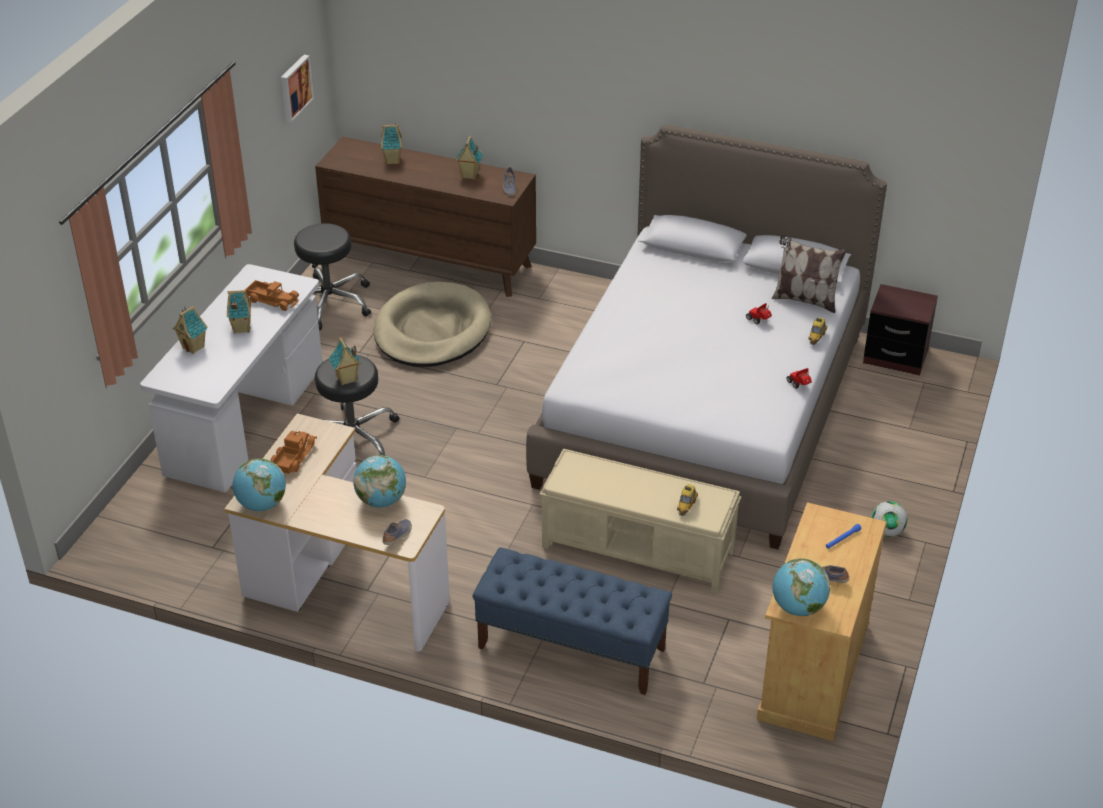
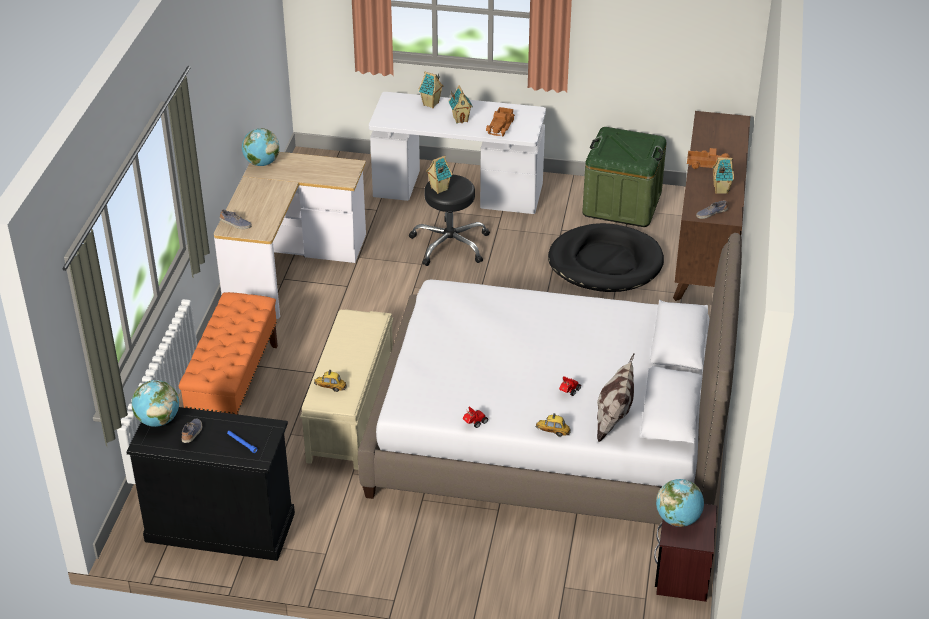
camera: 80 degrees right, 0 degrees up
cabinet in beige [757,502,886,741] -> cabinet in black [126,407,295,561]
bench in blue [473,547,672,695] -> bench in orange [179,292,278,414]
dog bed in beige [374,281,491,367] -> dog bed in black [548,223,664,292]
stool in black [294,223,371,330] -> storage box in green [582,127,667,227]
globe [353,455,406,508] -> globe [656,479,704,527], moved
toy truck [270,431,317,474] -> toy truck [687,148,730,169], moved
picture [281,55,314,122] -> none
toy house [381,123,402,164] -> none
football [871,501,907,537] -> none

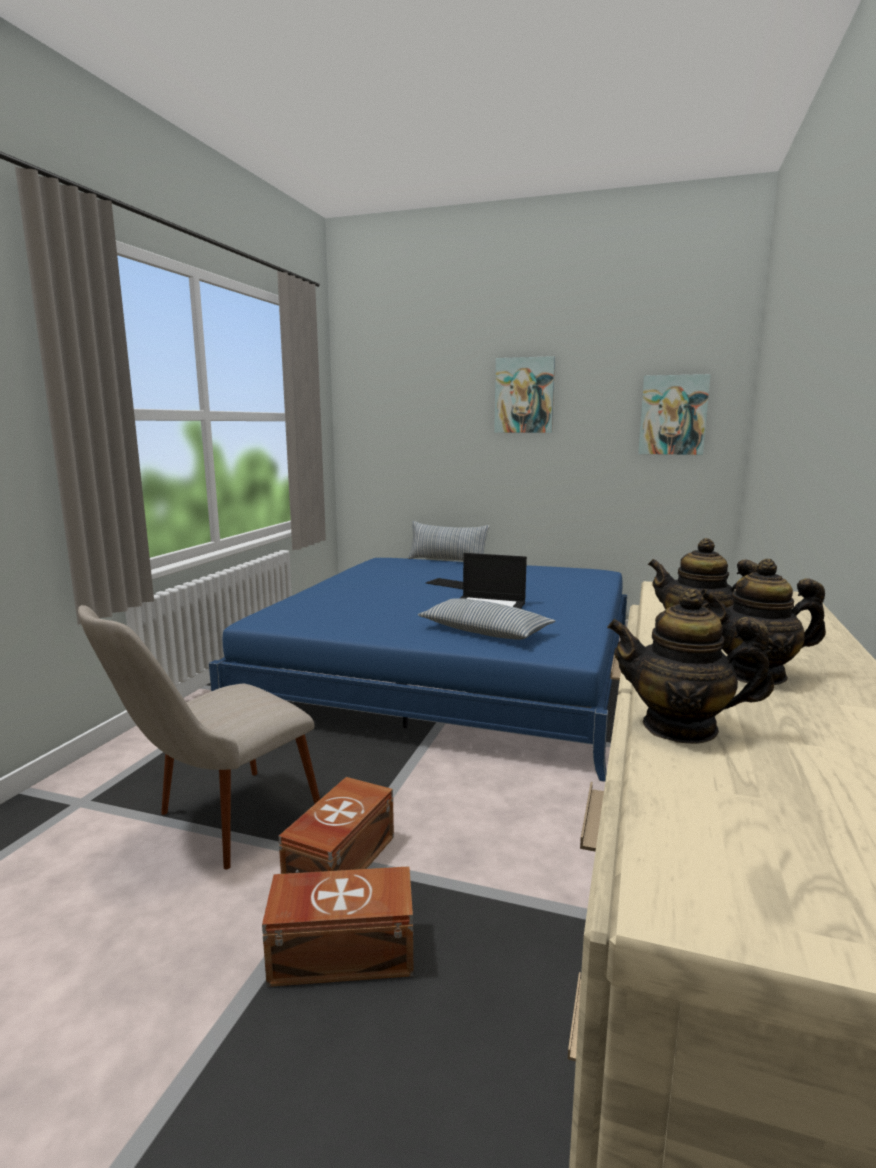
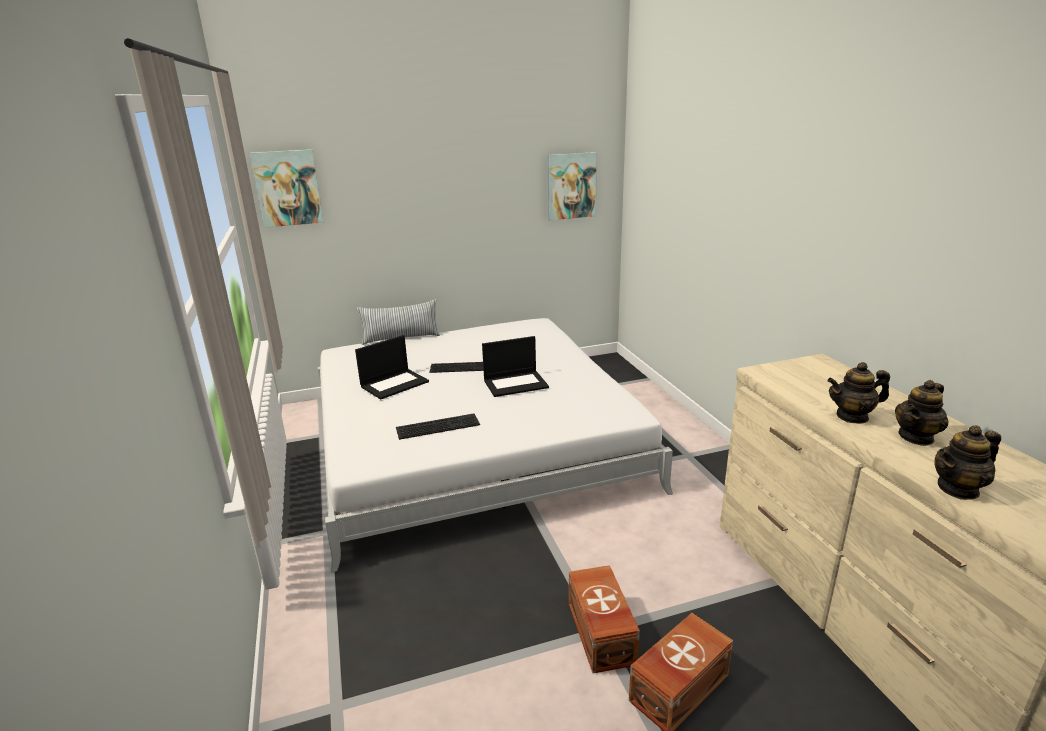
camera: 35 degrees left, 10 degrees up
picture [494,356,555,433] -> picture [250,149,324,227], moved
bed in blue [209,558,627,782] -> bed in white [318,318,673,572]
none -> laptop [355,335,429,400]
none -> keyboard [396,414,480,440]
chair in beige [78,605,320,869] -> none
pillow [418,598,555,640] -> none

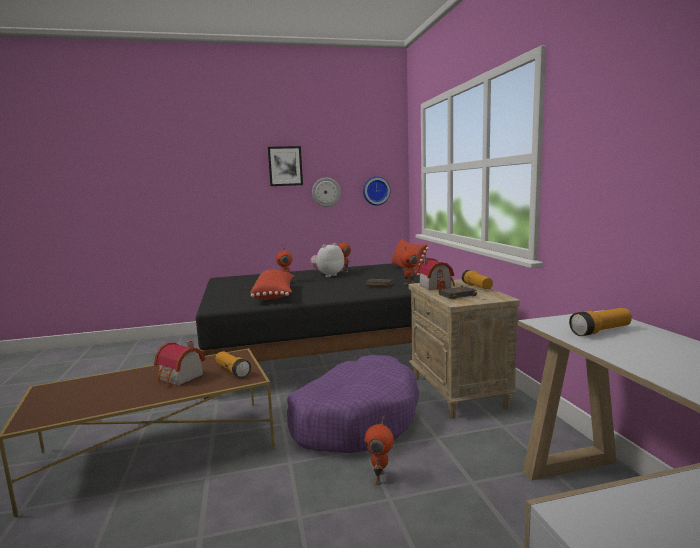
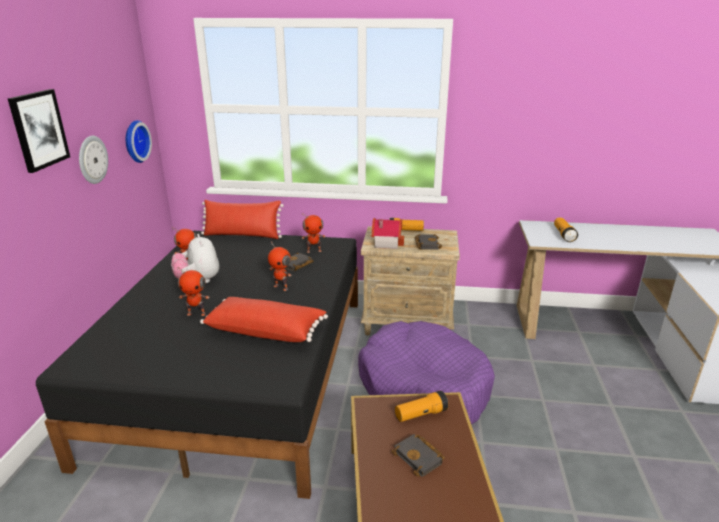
camera: 70 degrees left, 15 degrees up
toy robot [365,415,394,485] -> toy robot [268,242,292,291], moved
toy house [154,340,206,387] -> book in black [391,434,445,477]

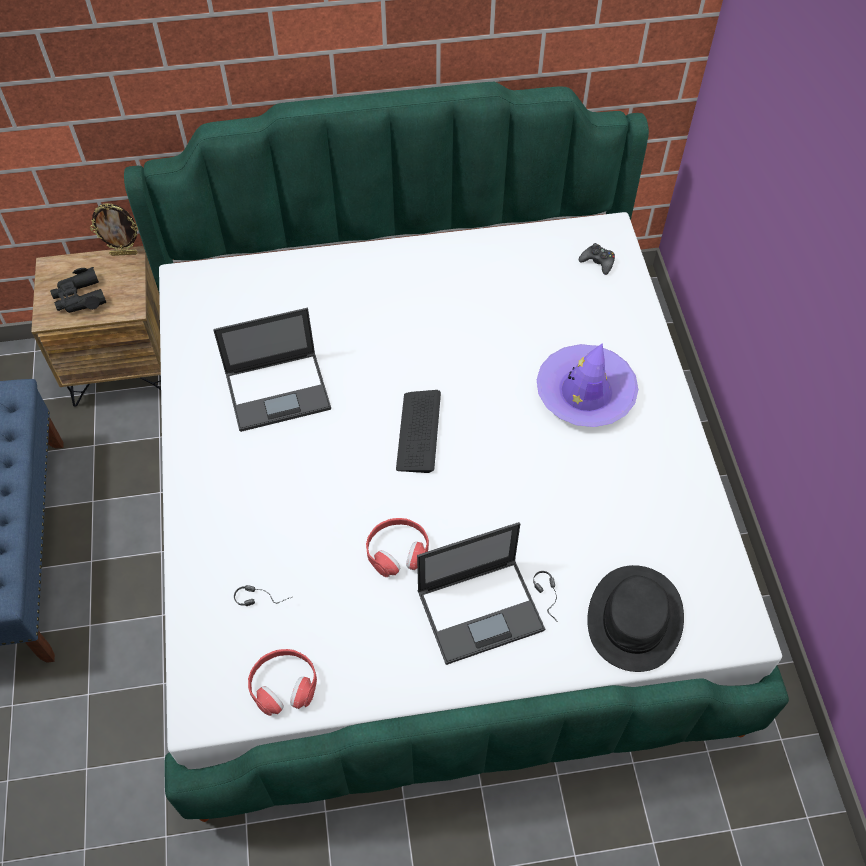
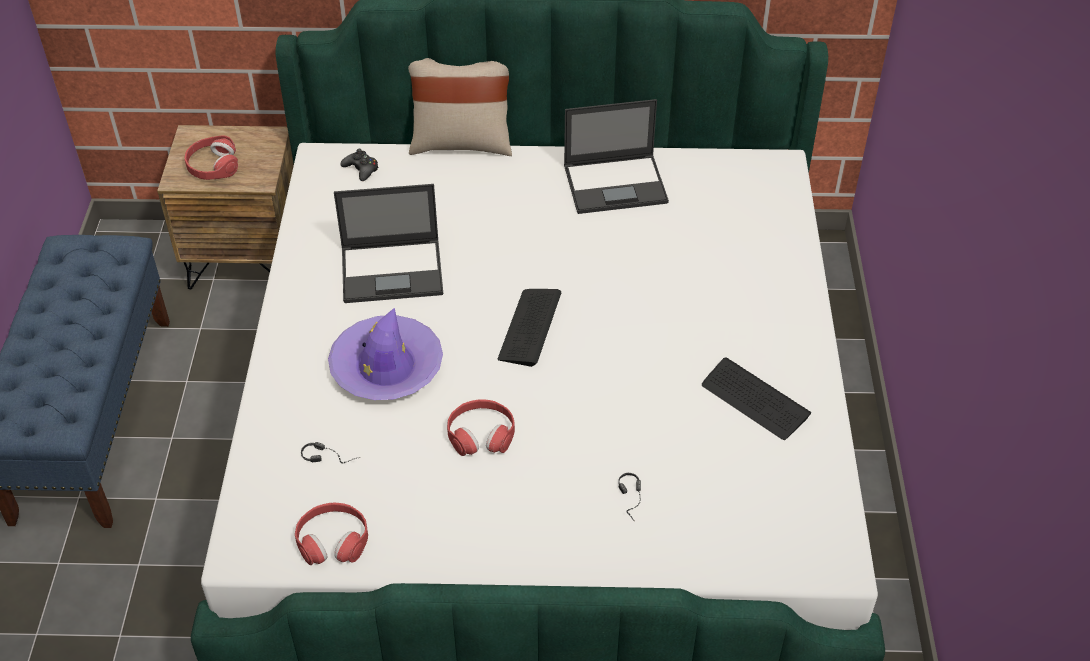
camera: 10 degrees right, 10 degrees down
binoculars in black [50,267,107,313] -> headphones in red [184,136,238,180]
hat in purple [537,344,638,427] -> hat in purple [328,308,443,400], moved
game controller in black [579,243,615,275] -> game controller in black [341,149,378,181], moved
none -> pillow in beige [408,58,512,156]
laptop [417,522,545,665] -> laptop [564,99,669,214], moved
none -> keyboard [702,357,811,440]
picture frame [90,203,138,256] -> none
hat in black [587,565,684,672] -> none

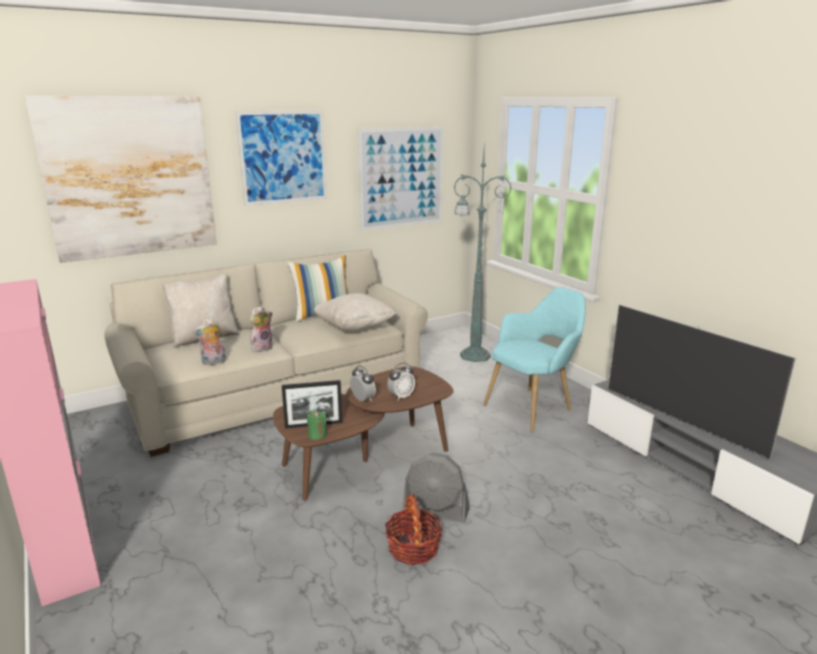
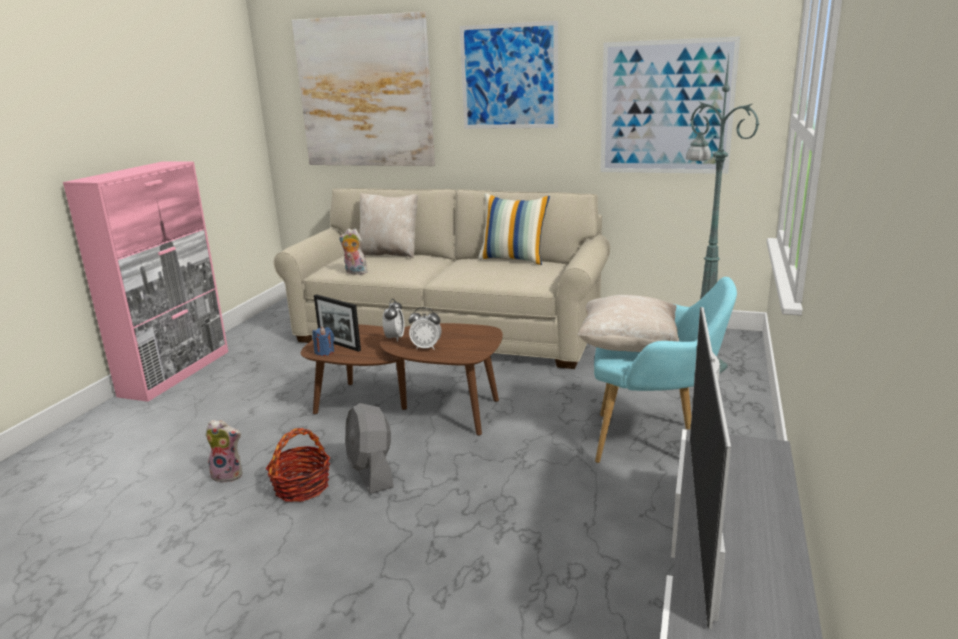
camera: 50 degrees right, 0 degrees up
plush toy [250,306,273,353] -> plush toy [206,420,242,483], moved
candle in green [307,411,327,440] -> candle in blue [312,327,334,356]
pillow in beige [313,293,397,331] -> pillow in beige [577,295,679,352], moved

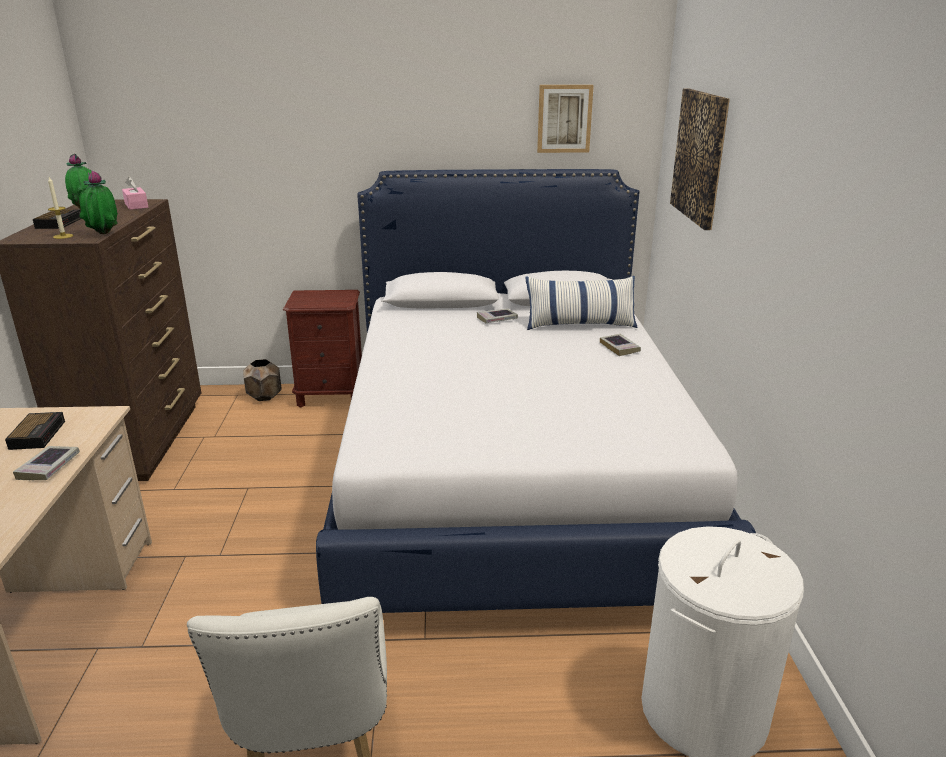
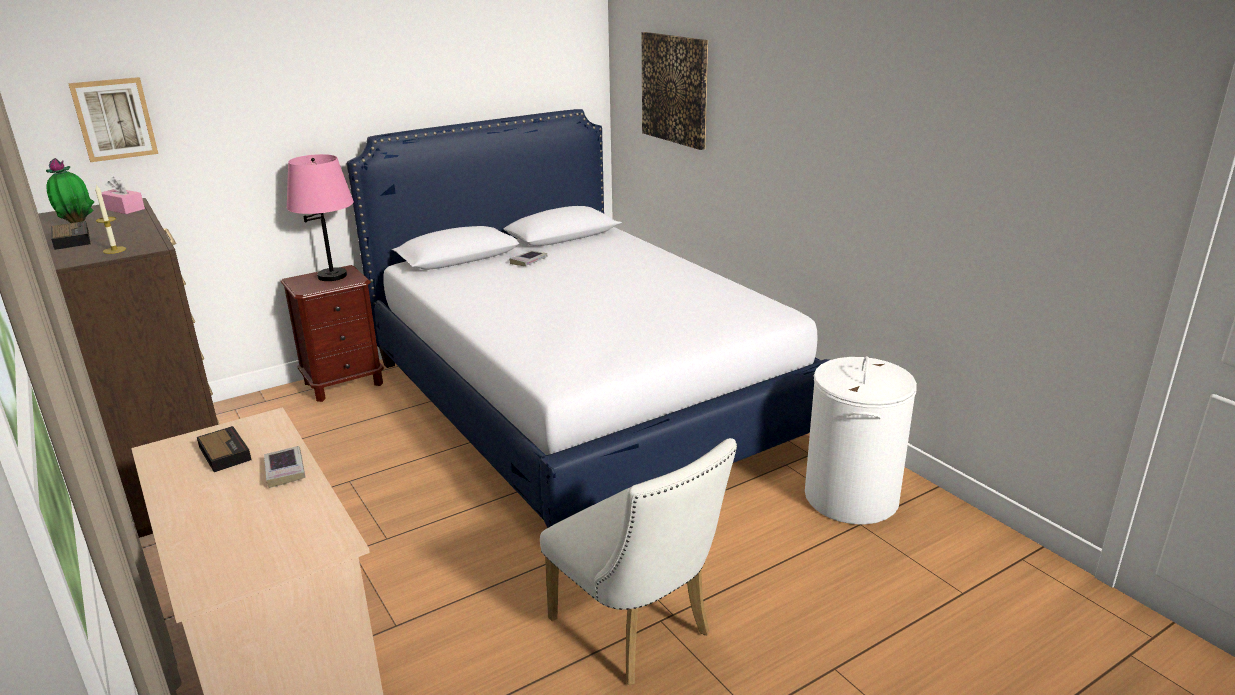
camera: 30 degrees left, 0 degrees up
picture [537,85,594,153] -> picture [68,77,158,162], moved
none -> table lamp in pink [287,154,354,281]
potted plant [79,171,118,234] -> none
planter in brown [243,359,282,401] -> none
pillow [525,276,638,330] -> none
book [600,334,641,356] -> none

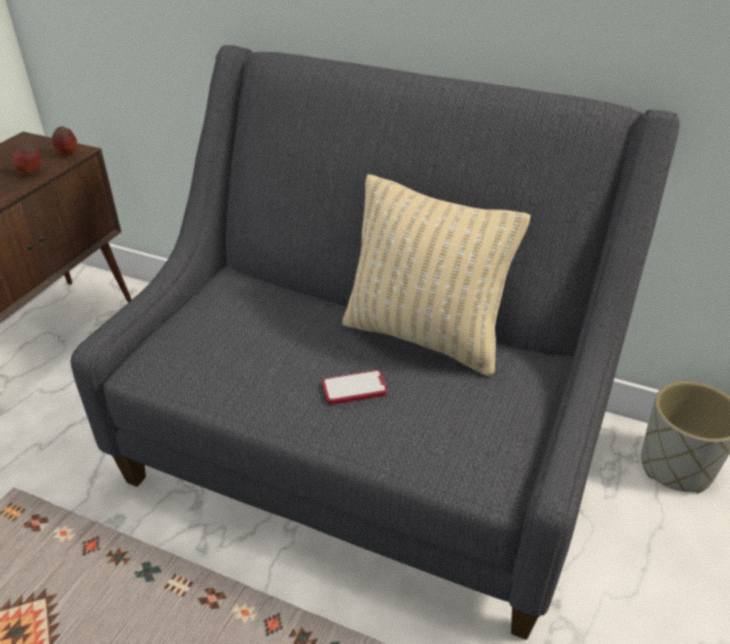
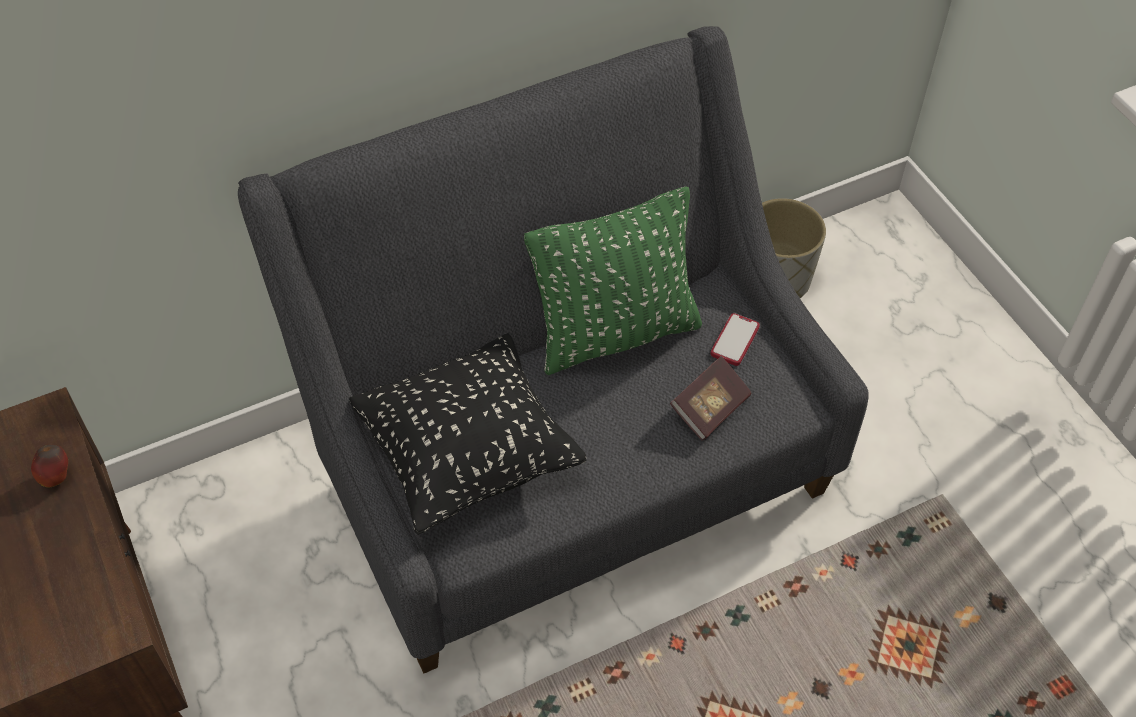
camera: 50 degrees left, 15 degrees up
none -> pillow in black [349,333,586,535]
pillow in beige [342,174,531,376] -> pillow in green [524,186,702,375]
none -> book [670,356,751,441]
phone [322,370,387,405] -> phone [711,313,760,366], moved
apple [52,126,77,155] -> none

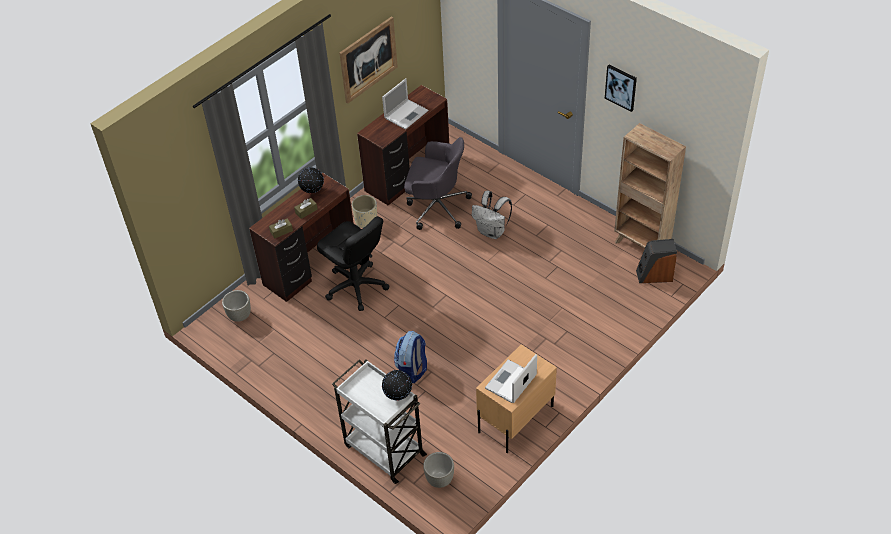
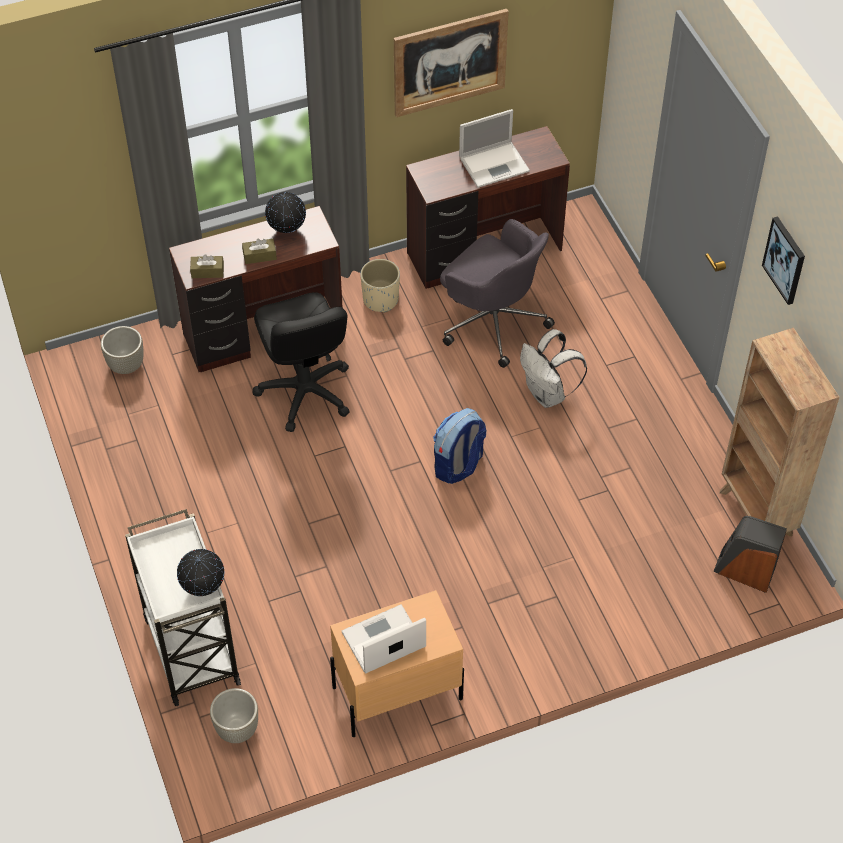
camera: 25 degrees right, 5 degrees up
backpack [394,331,427,383] -> backpack [433,408,486,484], moved

